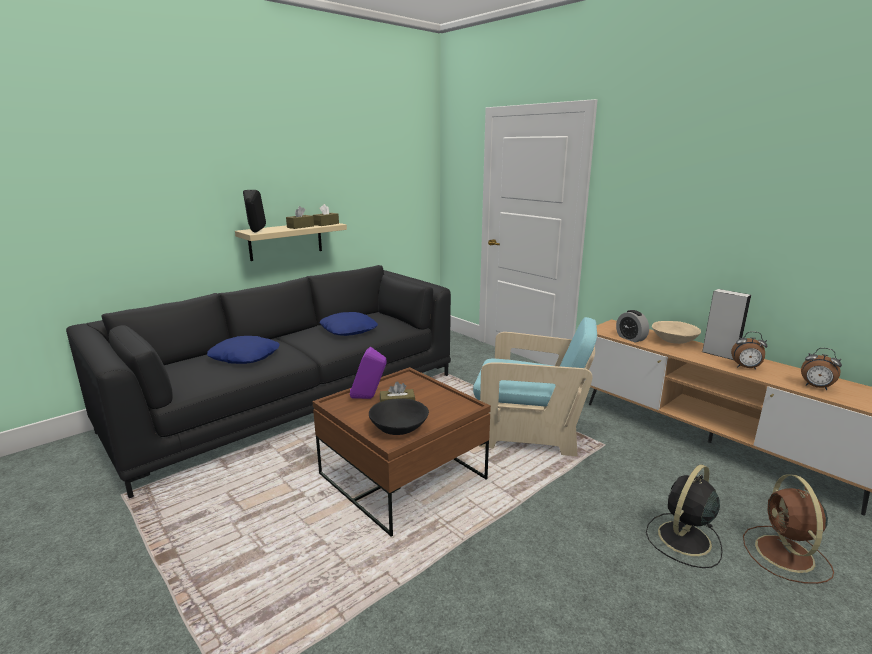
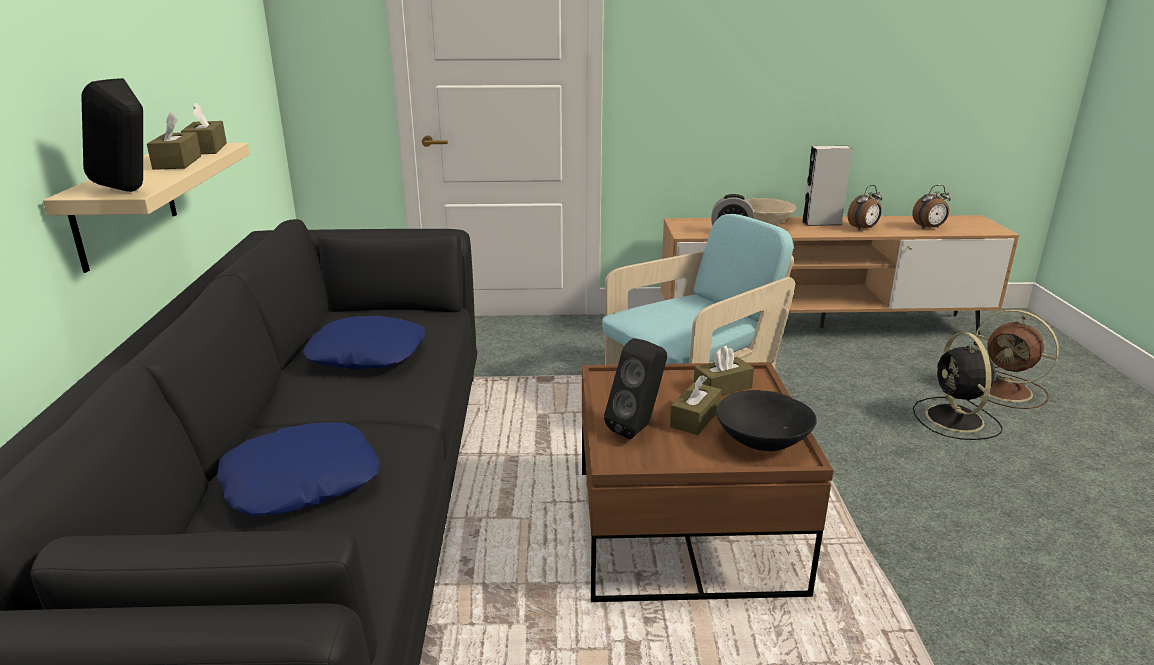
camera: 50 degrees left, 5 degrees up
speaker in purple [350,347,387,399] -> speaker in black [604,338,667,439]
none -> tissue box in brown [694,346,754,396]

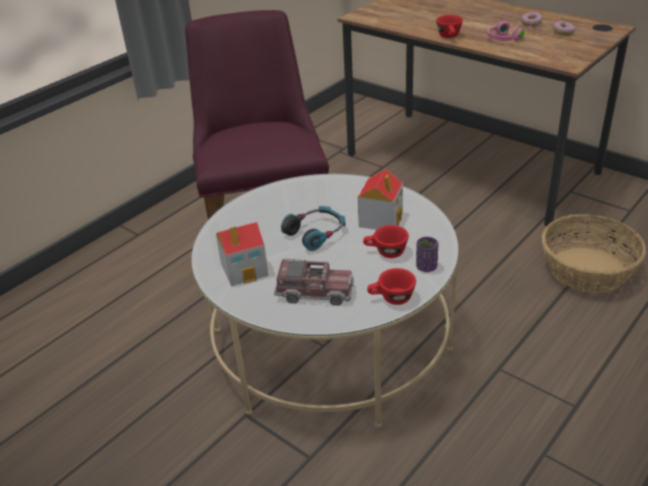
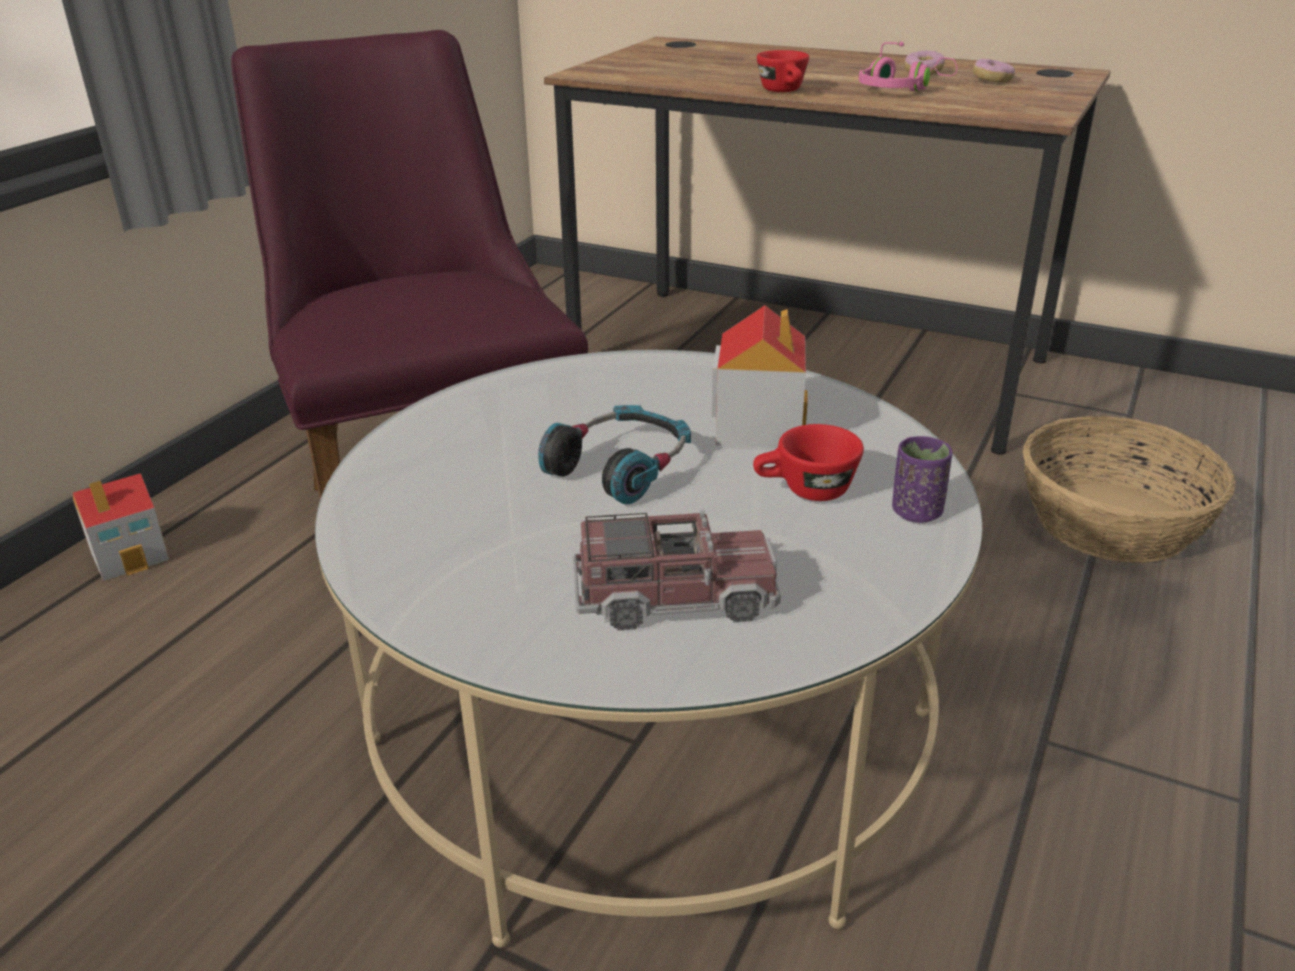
camera: 15 degrees left, 5 degrees down
toy house [216,222,268,286] -> toy house [73,473,169,581], moved
cup in red [367,268,416,305] -> none

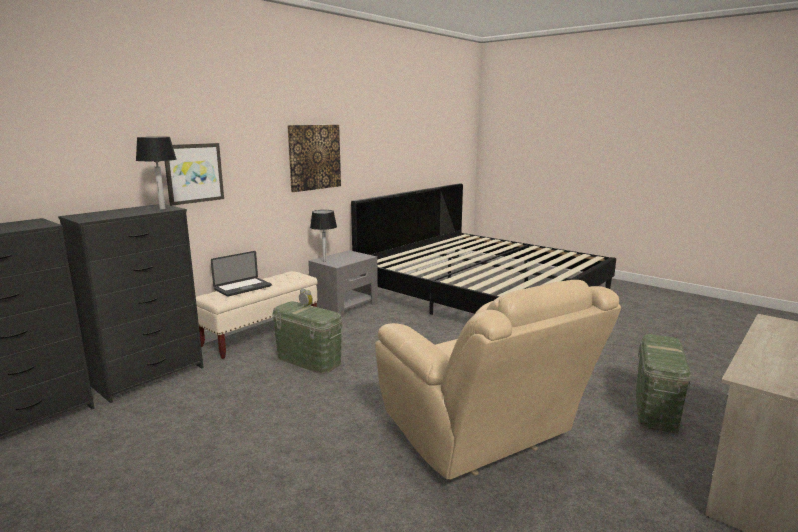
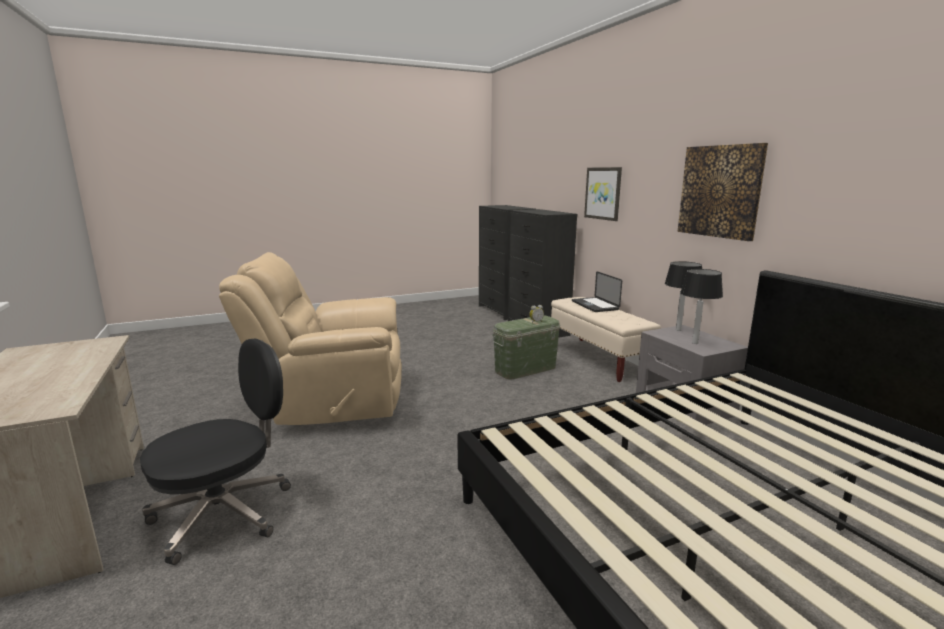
camera: 115 degrees right, 0 degrees up
storage box in green [636,334,691,433] -> office chair in black [140,338,291,565]
table lamp [136,137,177,210] -> table lamp [680,269,723,344], moved

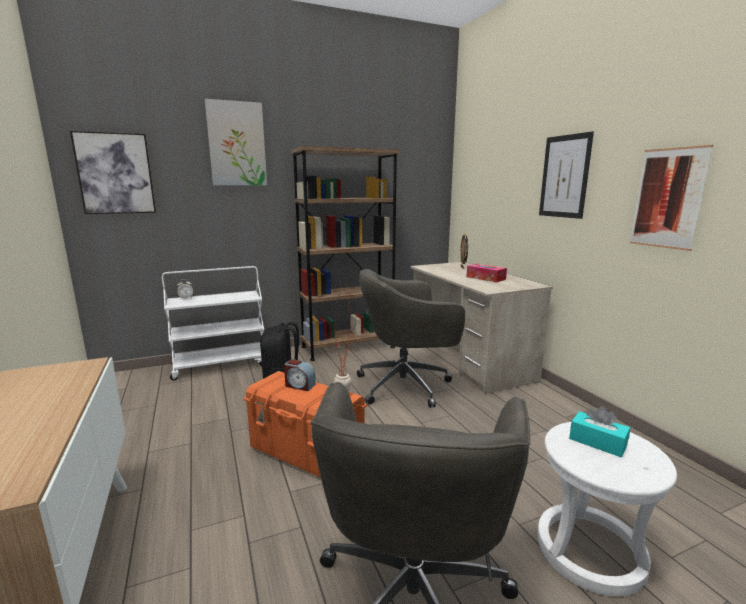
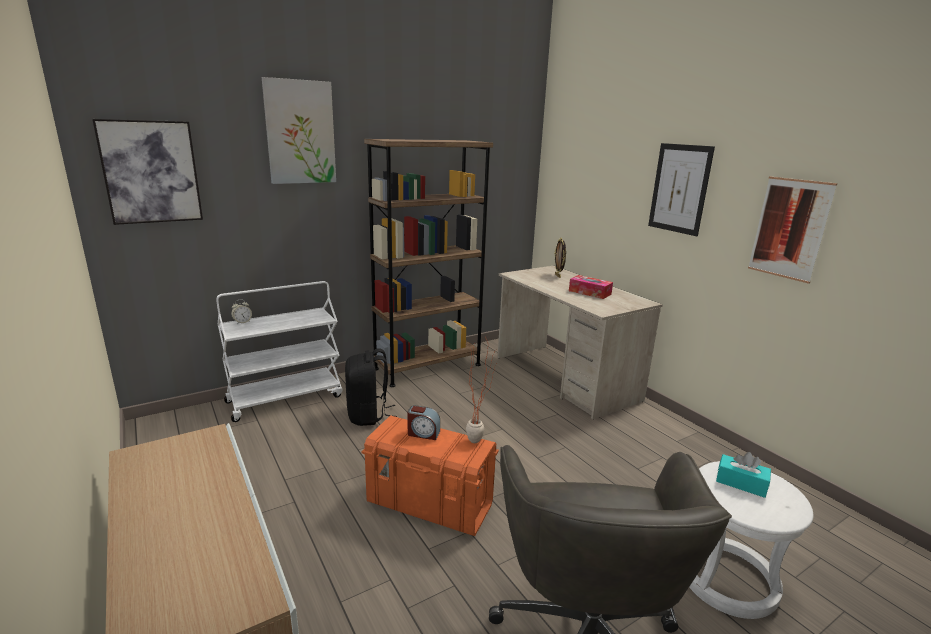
camera: 10 degrees left, 5 degrees up
office chair in grey [357,269,465,408] -> none

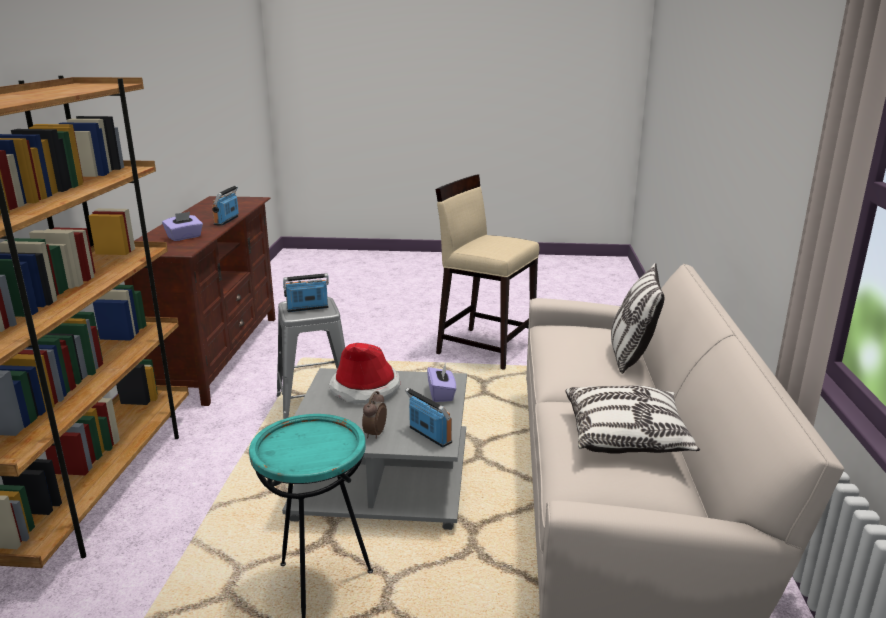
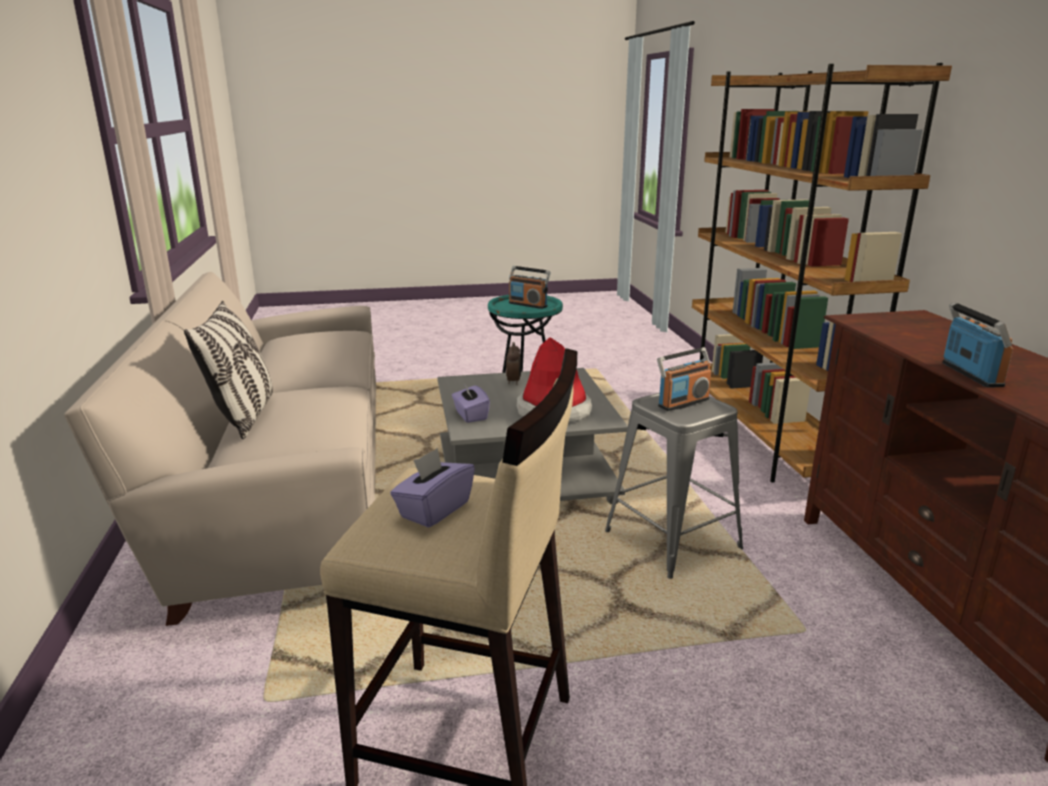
camera: 165 degrees right, 0 degrees up
tissue box in purple [162,212,203,241] -> tissue box in purple [390,448,475,528], moved
radio [405,388,452,447] -> radio [509,266,551,309], moved
pillow [566,385,700,454] -> none

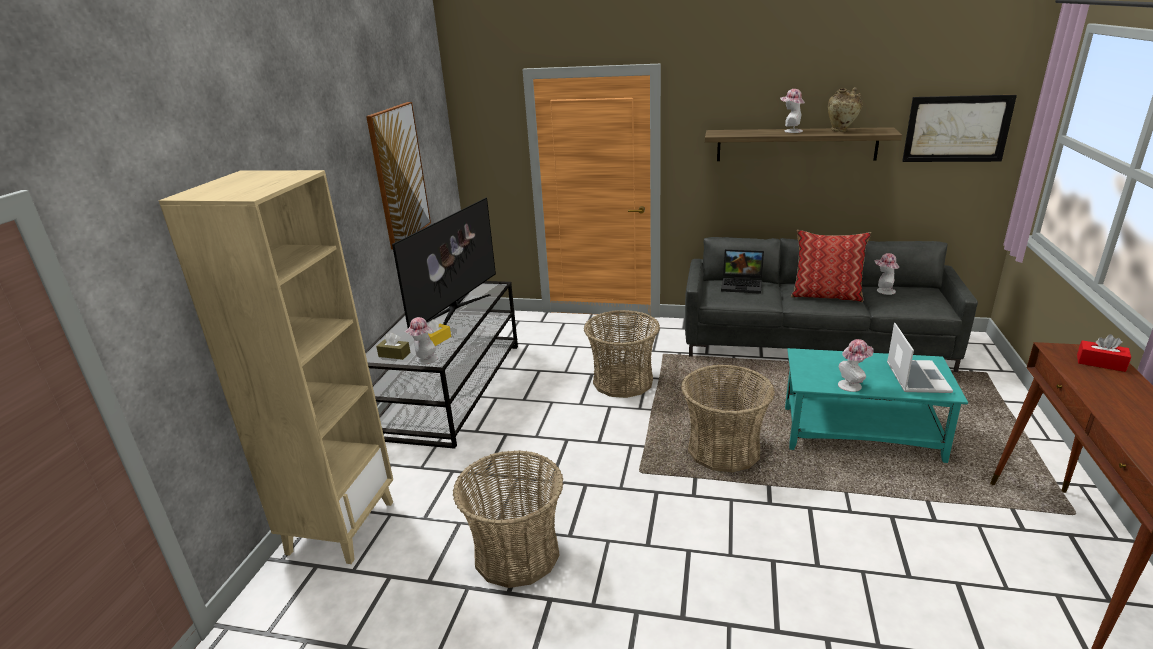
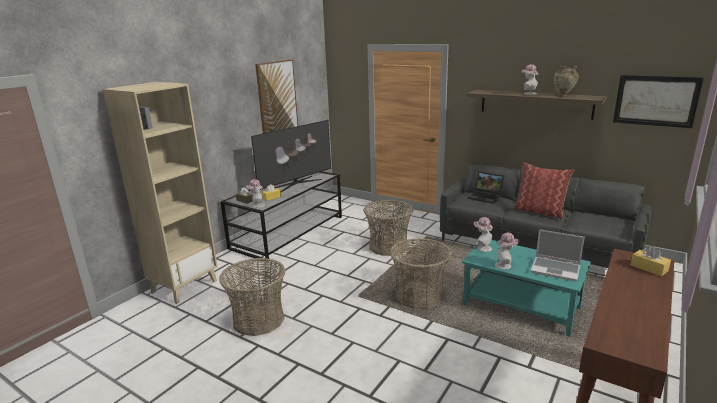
camera: 20 degrees right, 5 degrees down
hat [875,253,899,295] -> hat [474,217,493,252], moved
laptop [887,323,953,393] -> laptop [531,229,585,282], 90 degrees clockwise
tissue box in red [1077,334,1131,372] -> tissue box in yellow [631,246,671,276]

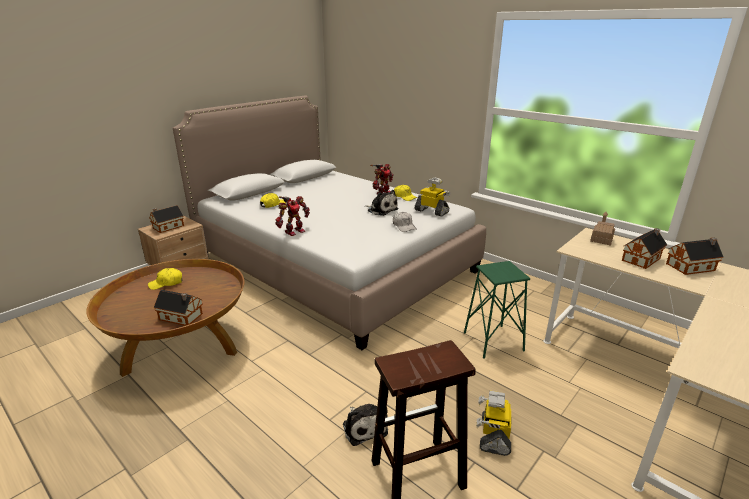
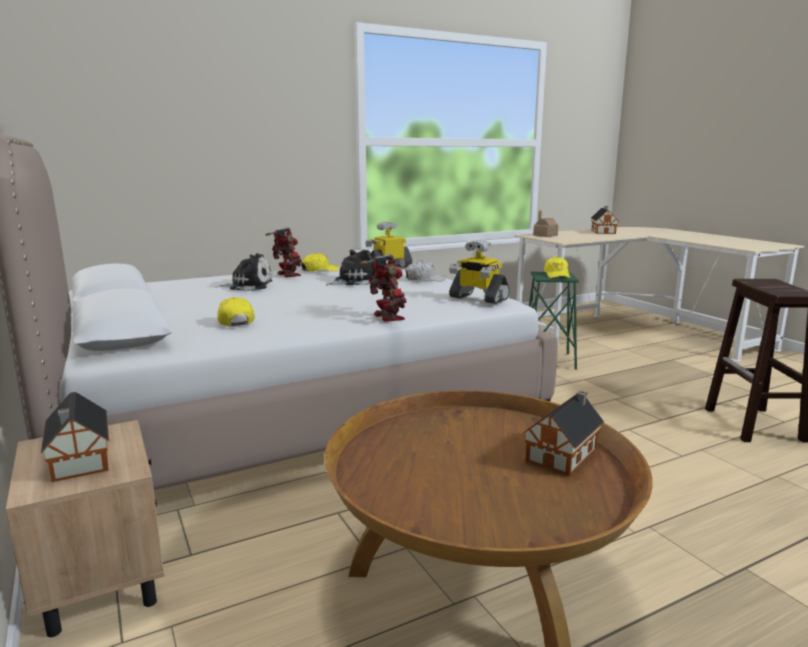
camera: 70 degrees left, 10 degrees down
plush toy [343,404,388,446] -> plush toy [216,253,273,291], moved
toy robot [476,391,511,456] -> toy robot [449,240,510,304], moved
cap in yellow [148,268,183,290] -> cap in yellow [544,257,571,278], moved
toy house [622,228,667,269] -> none

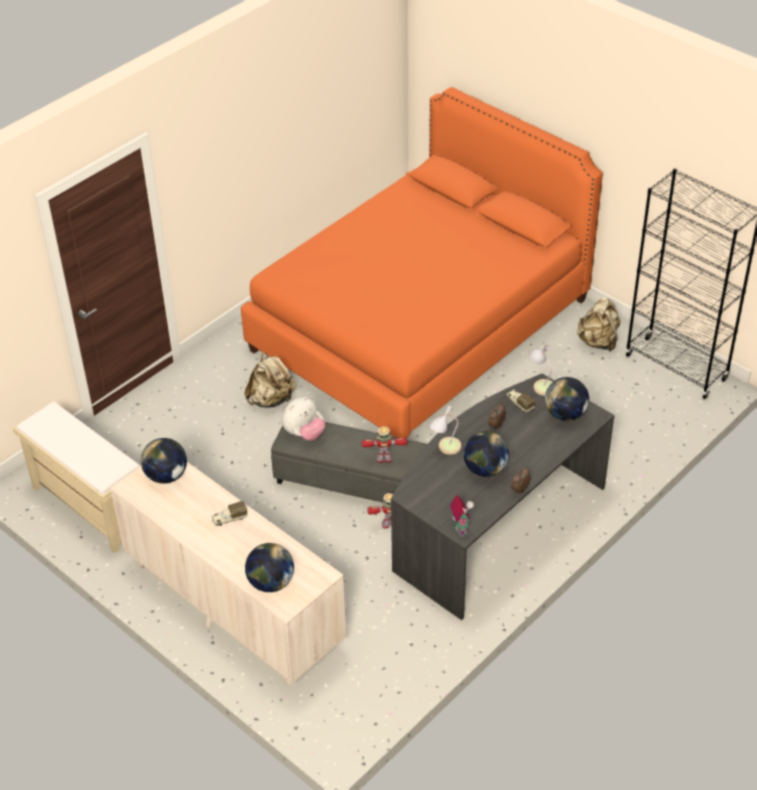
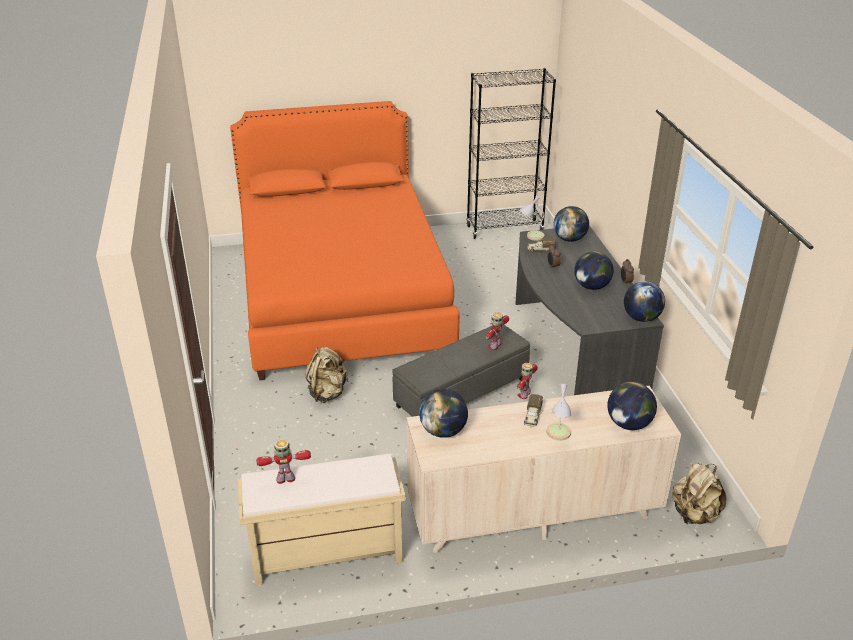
camera: 55 degrees left, 10 degrees down
none -> toy robot [256,439,311,484]
table lamp [430,405,461,455] -> table lamp [546,384,571,441], moved
toy house [450,494,474,536] -> globe [624,281,665,322]
backpack in beige [577,297,620,351] -> backpack in beige [672,463,726,524], moved
plush toy [282,397,326,441] -> none

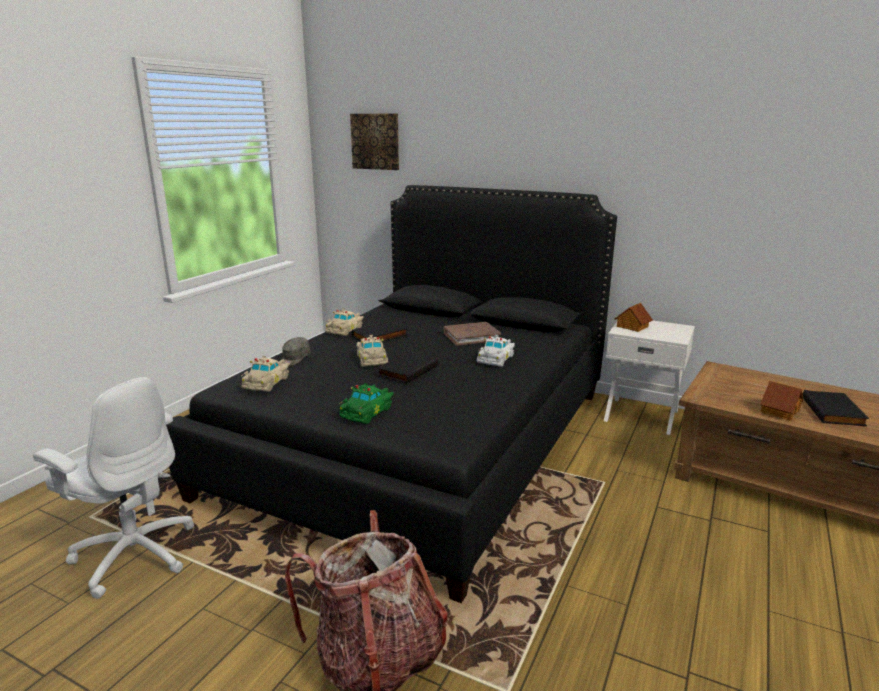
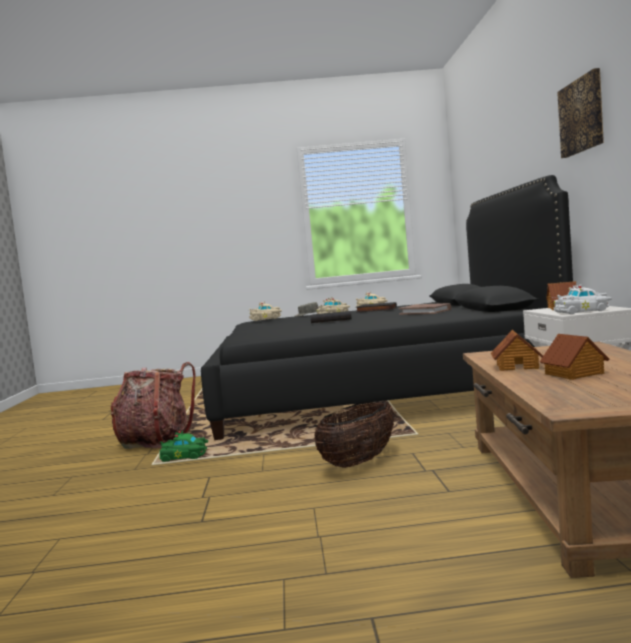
camera: 60 degrees right, 15 degrees down
toy car in green [339,383,394,424] -> toy car in green [158,431,208,462], moved
none -> basket [314,401,394,468]
book in black [803,390,869,426] -> toy house [540,334,609,380]
toy car in white [477,334,515,367] -> toy car in white [552,284,612,314], moved
picture [350,114,399,170] -> picture [557,68,604,158], moved
office chair in white [33,377,194,599] -> none

